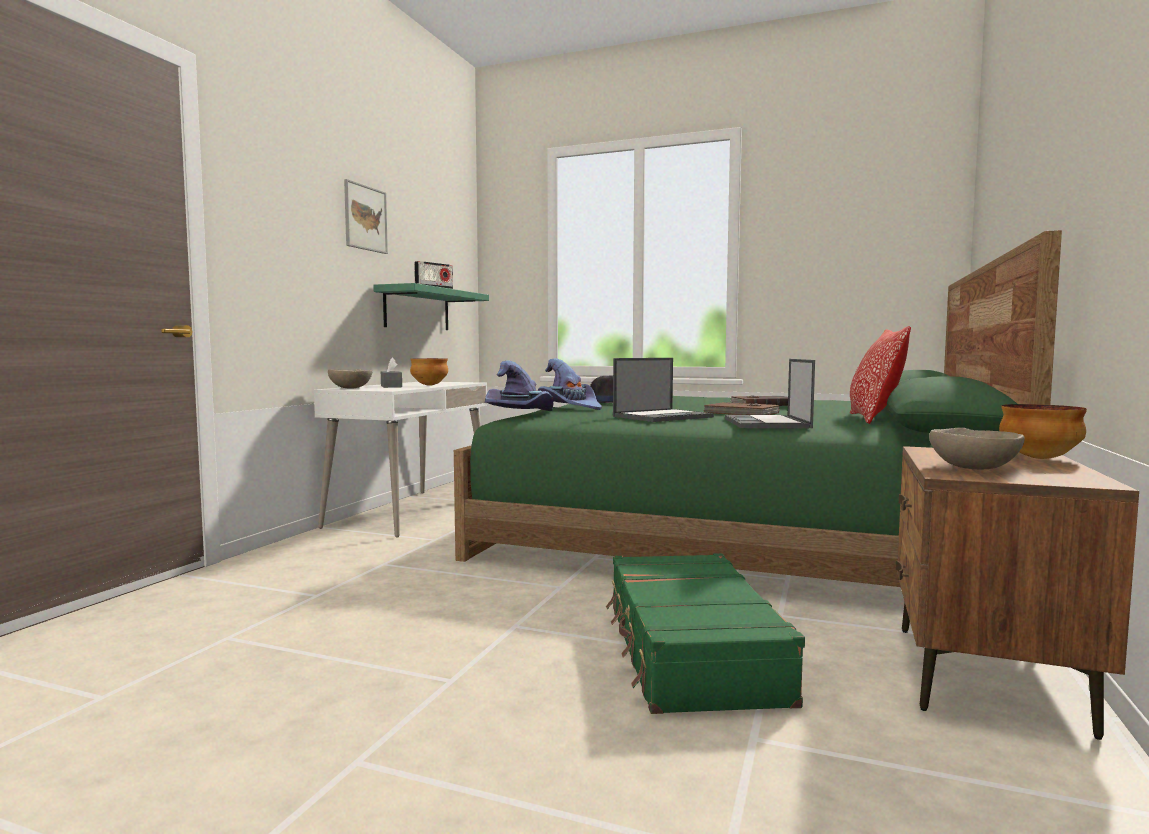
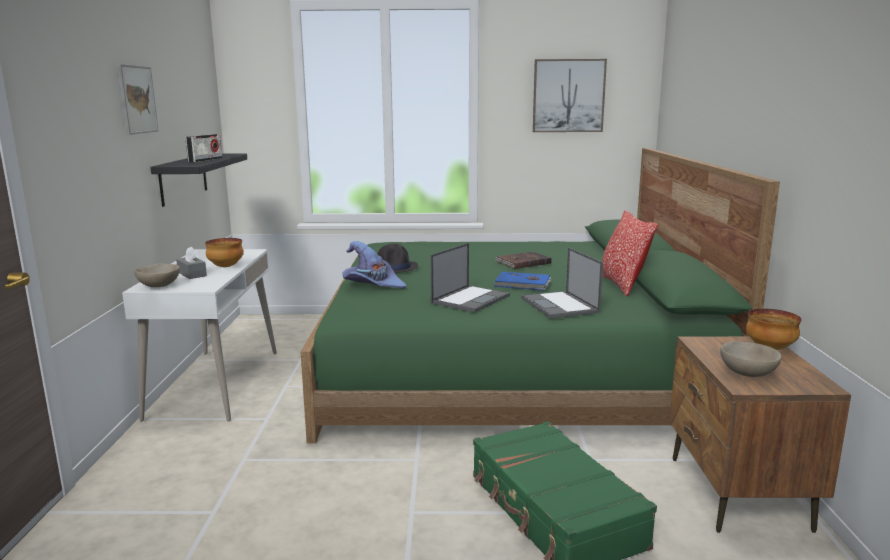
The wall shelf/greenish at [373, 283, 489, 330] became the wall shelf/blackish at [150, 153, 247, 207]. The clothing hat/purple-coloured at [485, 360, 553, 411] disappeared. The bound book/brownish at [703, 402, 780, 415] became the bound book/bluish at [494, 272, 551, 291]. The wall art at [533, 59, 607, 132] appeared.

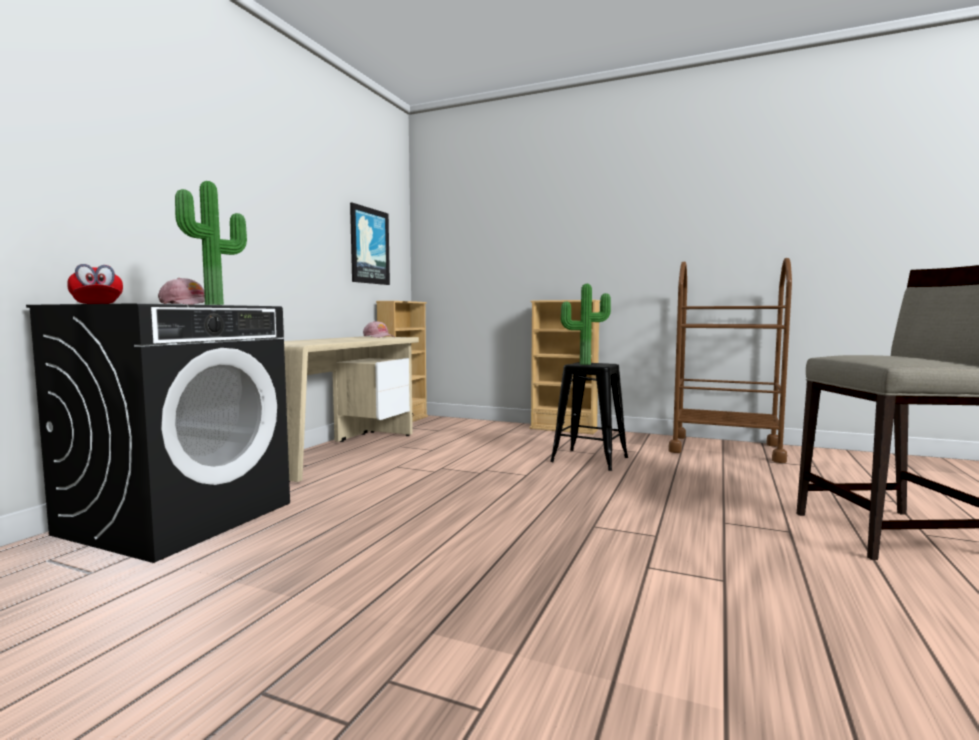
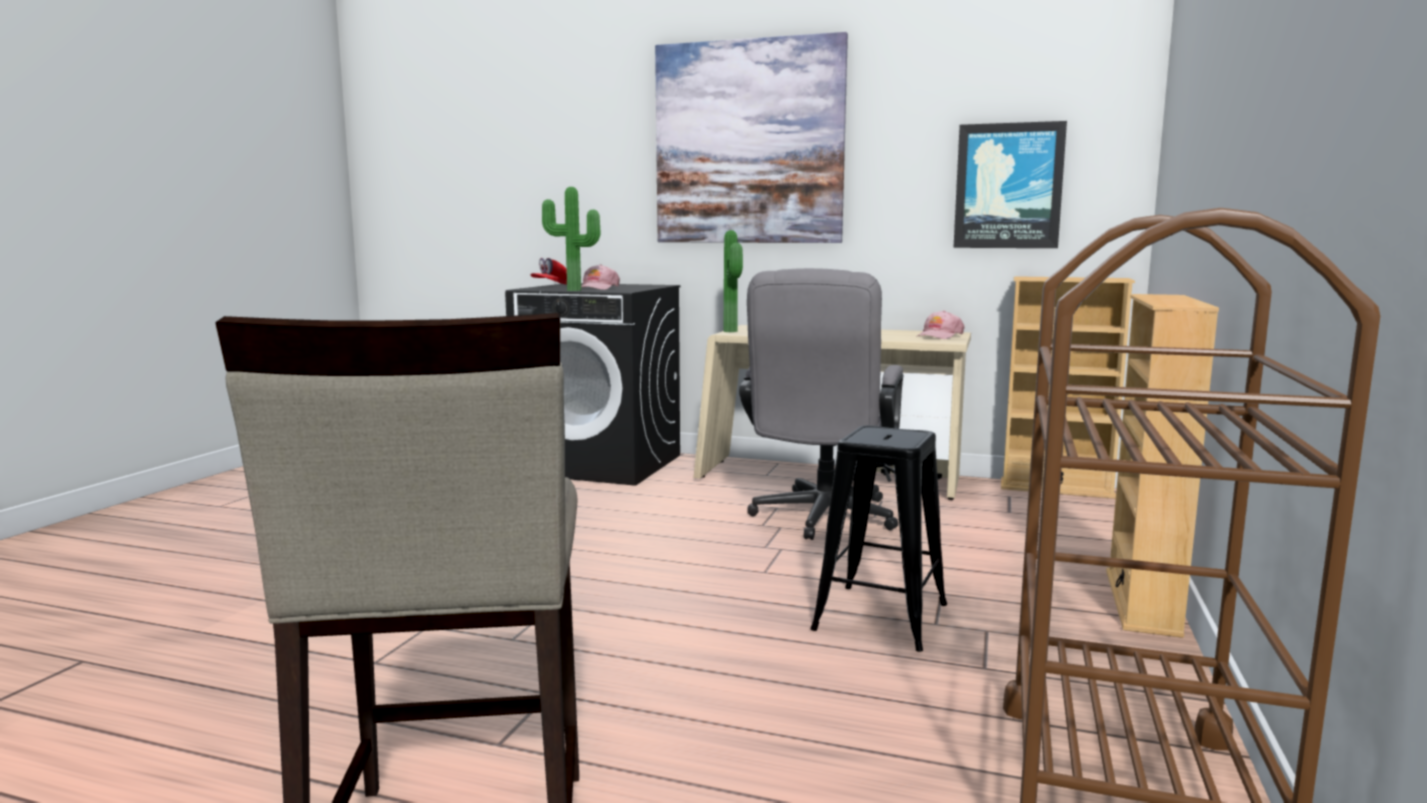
The houseplant moved from [561, 284, 611, 365] to [723, 230, 743, 332]. The wall art at [655, 32, 848, 243] appeared. The office chair/greyish at [739, 268, 903, 540] appeared.

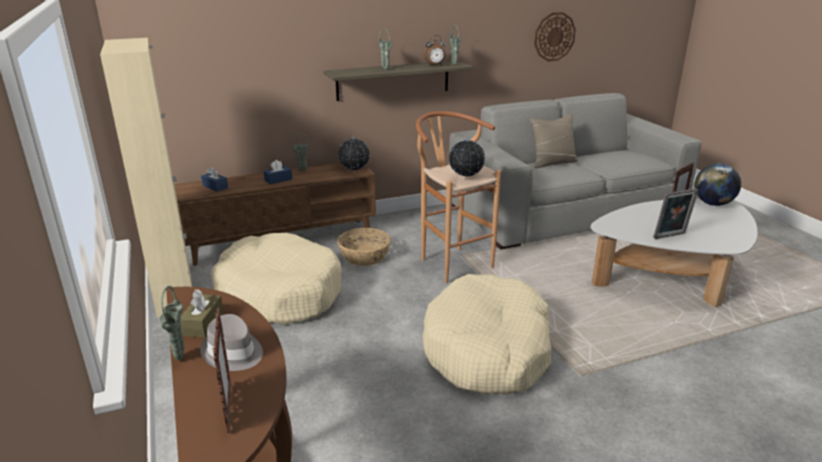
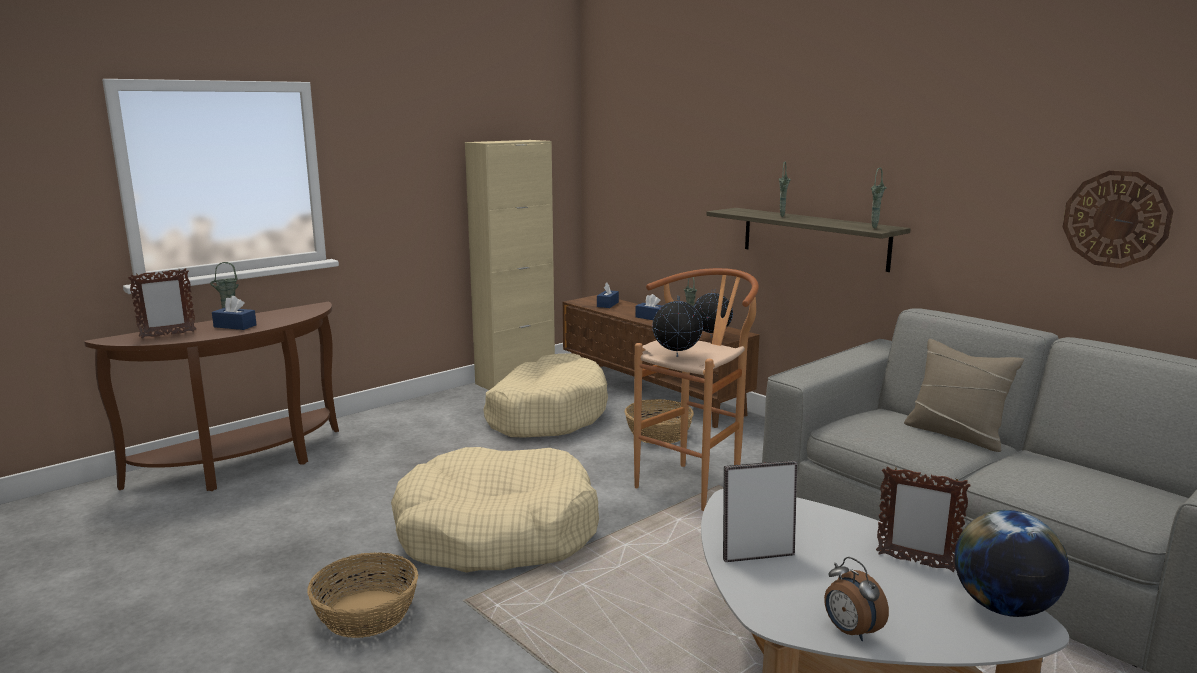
The table clock moved from [423, 35, 446, 65] to [824, 557, 889, 641]. The photo frame at [653, 188, 699, 239] turned 120 degrees clockwise. The box of tissues/brownish at [180, 290, 224, 338] disappeared. The clothing hat/greyish at [200, 314, 263, 371] was replaced by the box of tissues/bluish at [212, 296, 257, 330]. The basket at [307, 552, 418, 638] appeared.

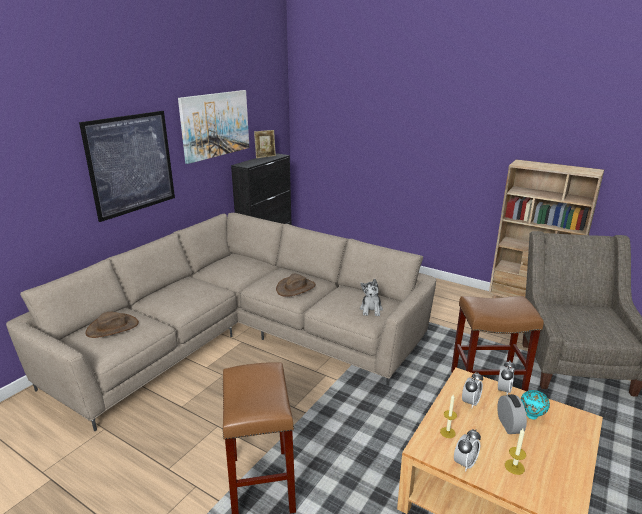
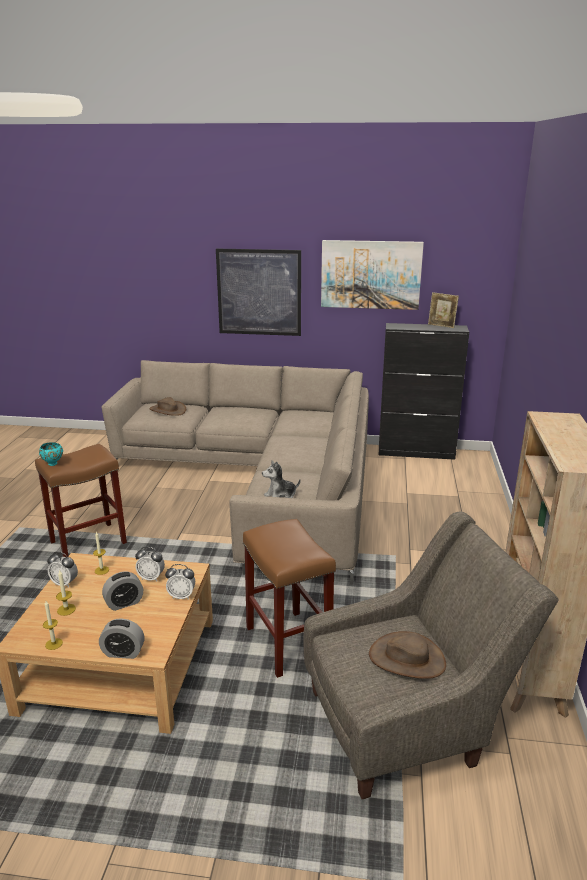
The clothing hat/brownish moved from [276, 274, 316, 297] to [369, 631, 446, 679]. The bowl/blue-green moved from [521, 390, 550, 420] to [39, 442, 63, 466]. The wax candle at [43, 601, 63, 650] appeared. The table clock at [99, 618, 145, 659] appeared.

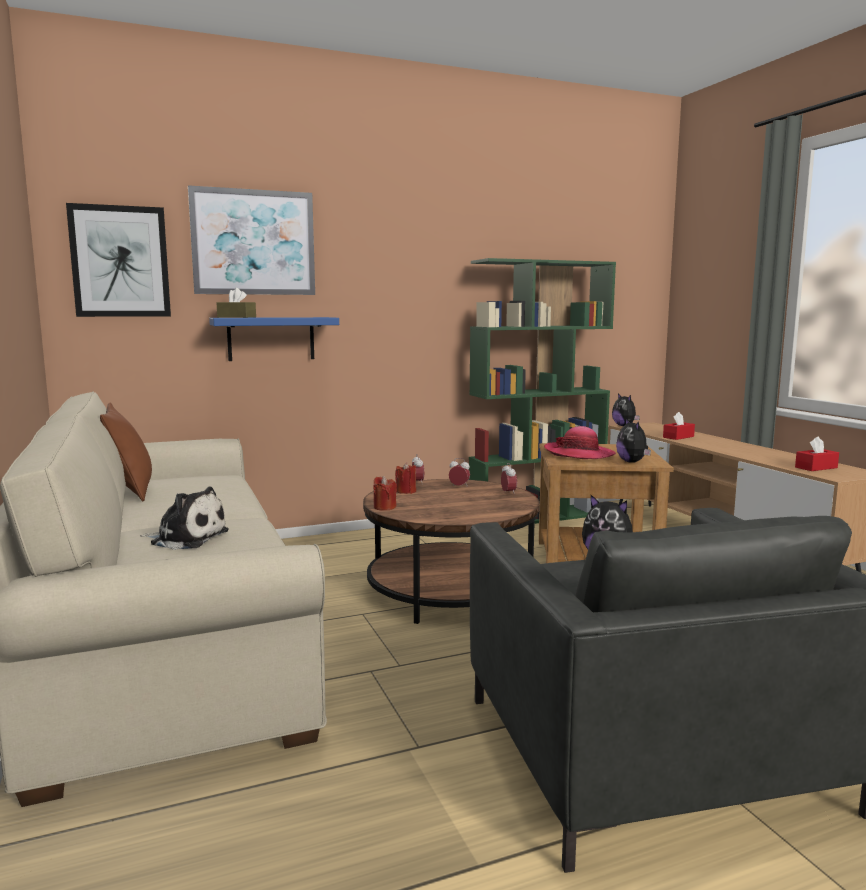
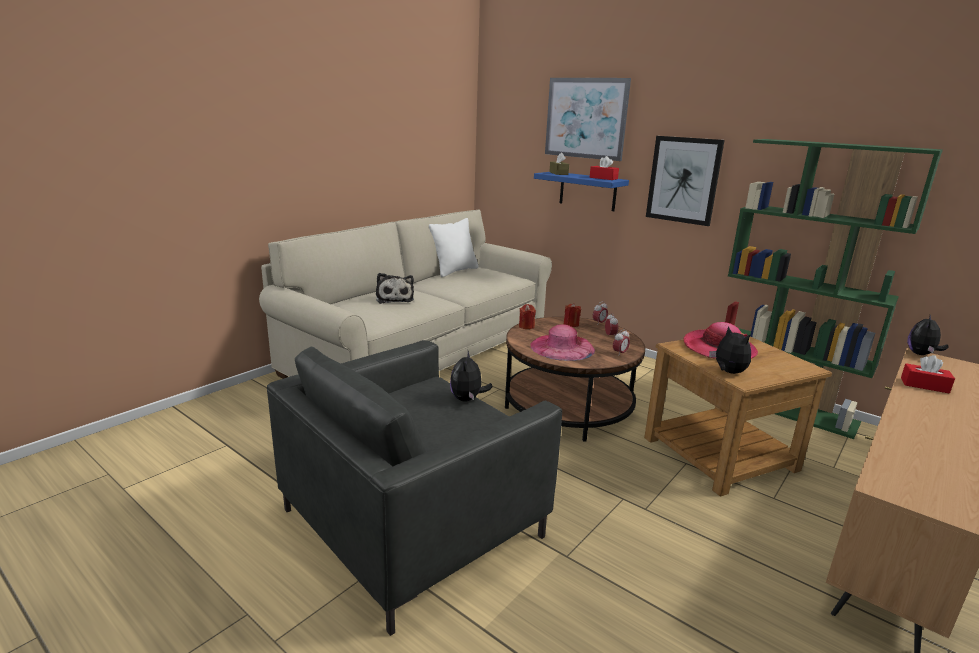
The wall art moved from [66, 203, 171, 317] to [646, 136, 725, 226]. The cushion/brownish at [100, 402, 152, 501] became the cushion/white at [429, 218, 479, 277]. The cuddly toy at [616, 419, 651, 463] turned 105 degrees clockwise. The box of tissues/red moved from [795, 436, 839, 471] to [590, 156, 619, 180]. The clothing hat/pink-coloured at [531, 324, 595, 361] appeared.

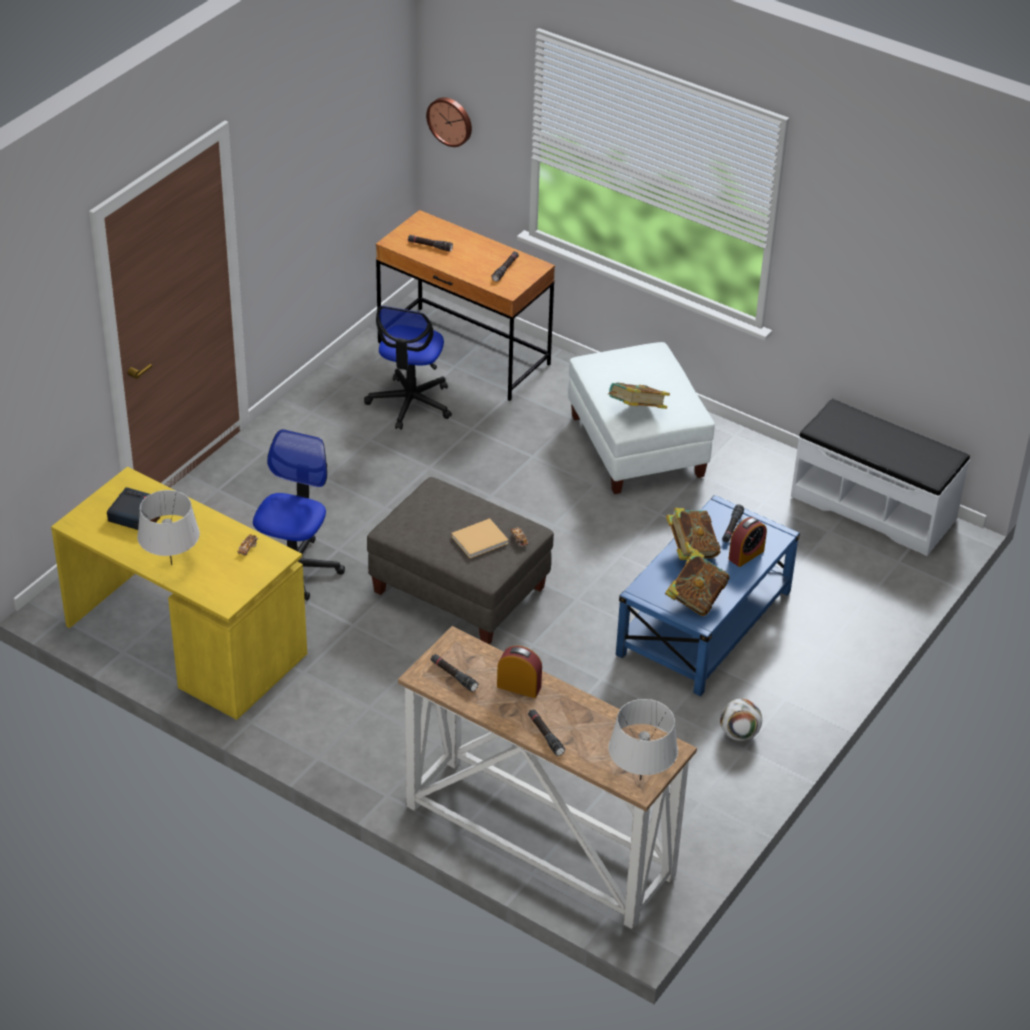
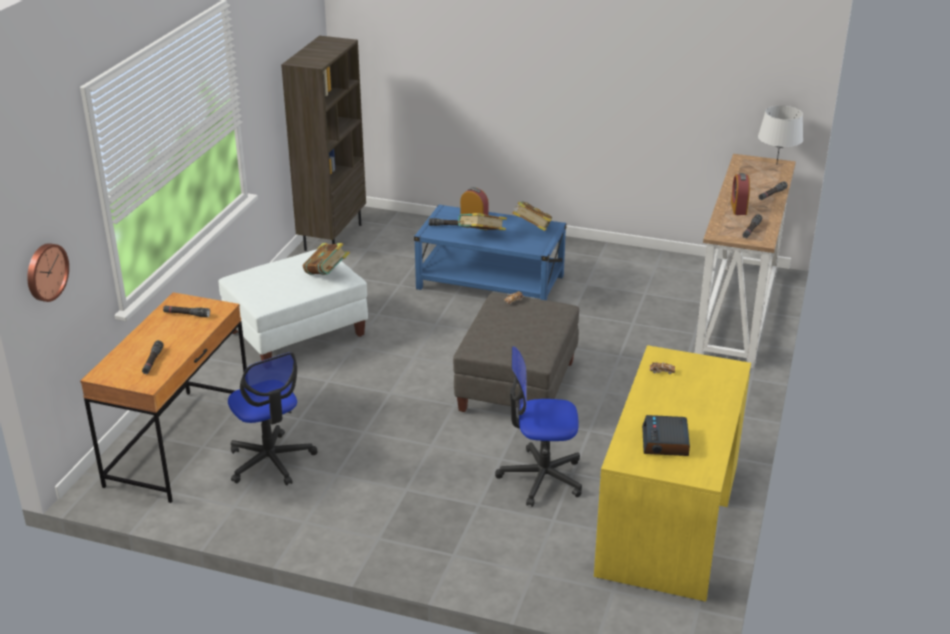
The office chair at [364, 306, 452, 430] turned 60 degrees clockwise. The indoor bench/white at [791, 398, 970, 556] was replaced by the bookshelf/brownish at [281, 36, 366, 251]. The table lamp/greyish at [137, 490, 200, 565] disappeared. The bound book/sand-coloured at [451, 519, 509, 558] disappeared. The ball for football at [720, 699, 762, 741] disappeared.

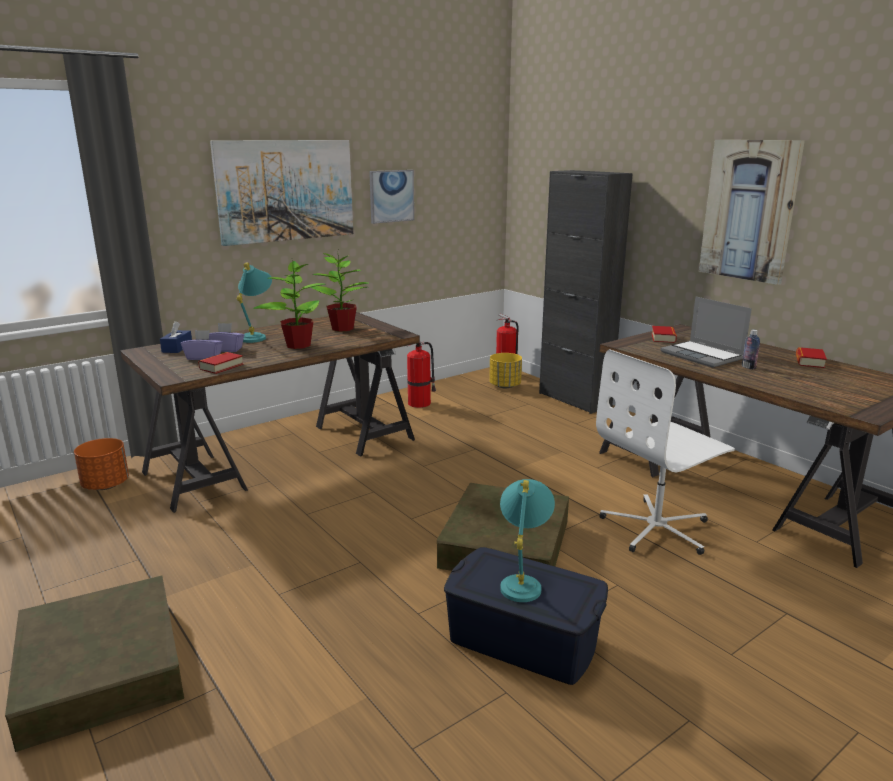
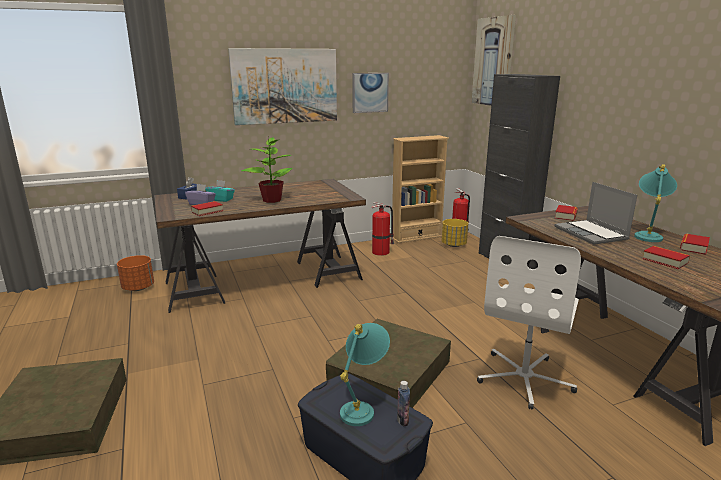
The wall art moved from [699, 140, 805, 285] to [472, 15, 516, 106]. The houseplant at [310, 248, 369, 332] disappeared. The table lamp/blue-green moved from [236, 263, 272, 343] to [634, 164, 677, 242]. The box of tissues/purple-coloured at [209, 323, 244, 352] became the box of tissues/blue-green at [205, 180, 235, 202]. The drink bottle moved from [742, 330, 760, 369] to [397, 381, 410, 427]. The office chair/white at [596, 350, 735, 555] turned 45 degrees counterclockwise. The bookshelf/sand-coloured at [392, 135, 449, 243] appeared. The bound book at [642, 246, 690, 269] appeared.

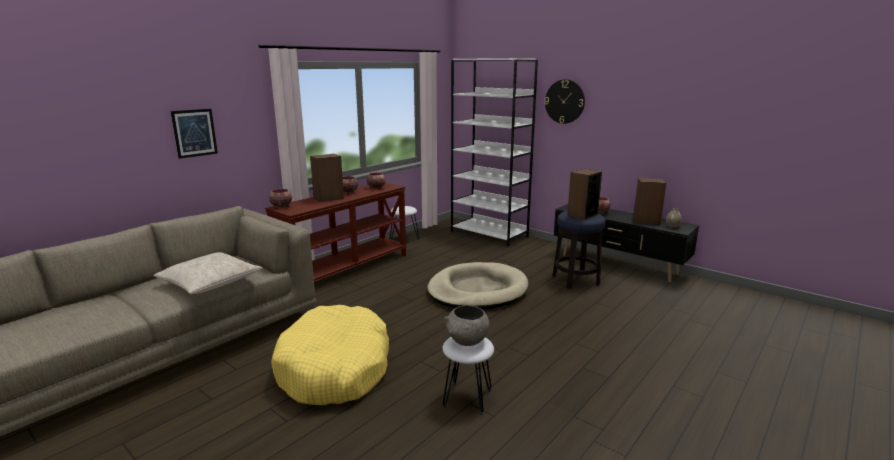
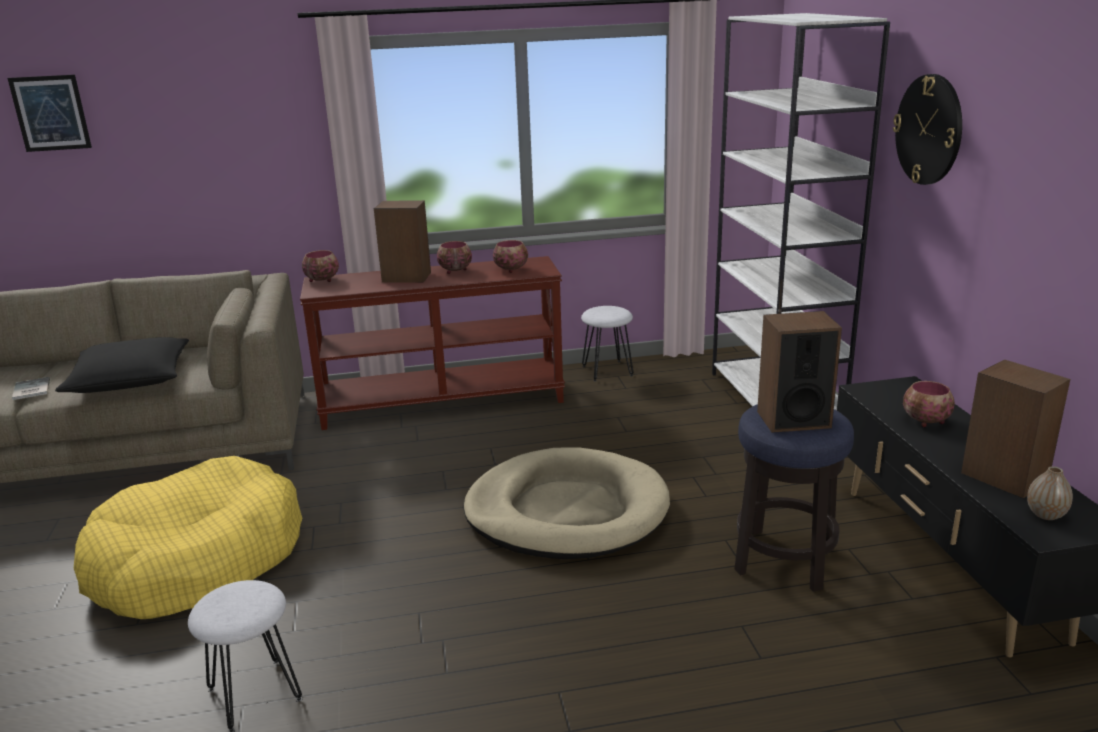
The wall art moved from [171, 109, 218, 159] to [7, 75, 92, 152]. The cushion/sand-coloured at [153, 252, 262, 294] became the cushion/blackish at [55, 337, 189, 393]. The bowl/greyish at [445, 305, 489, 346] disappeared. The bound book at [12, 377, 50, 400] appeared.

